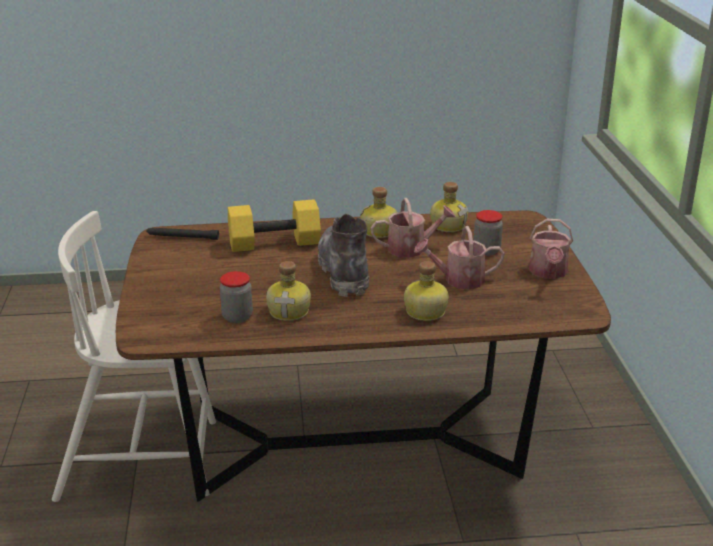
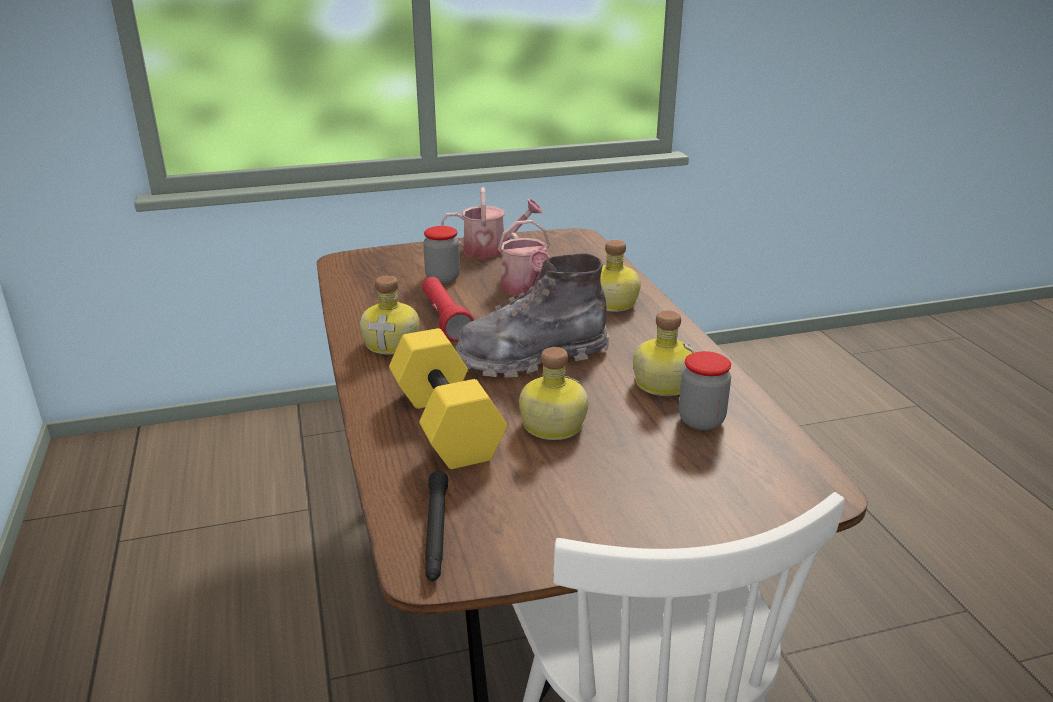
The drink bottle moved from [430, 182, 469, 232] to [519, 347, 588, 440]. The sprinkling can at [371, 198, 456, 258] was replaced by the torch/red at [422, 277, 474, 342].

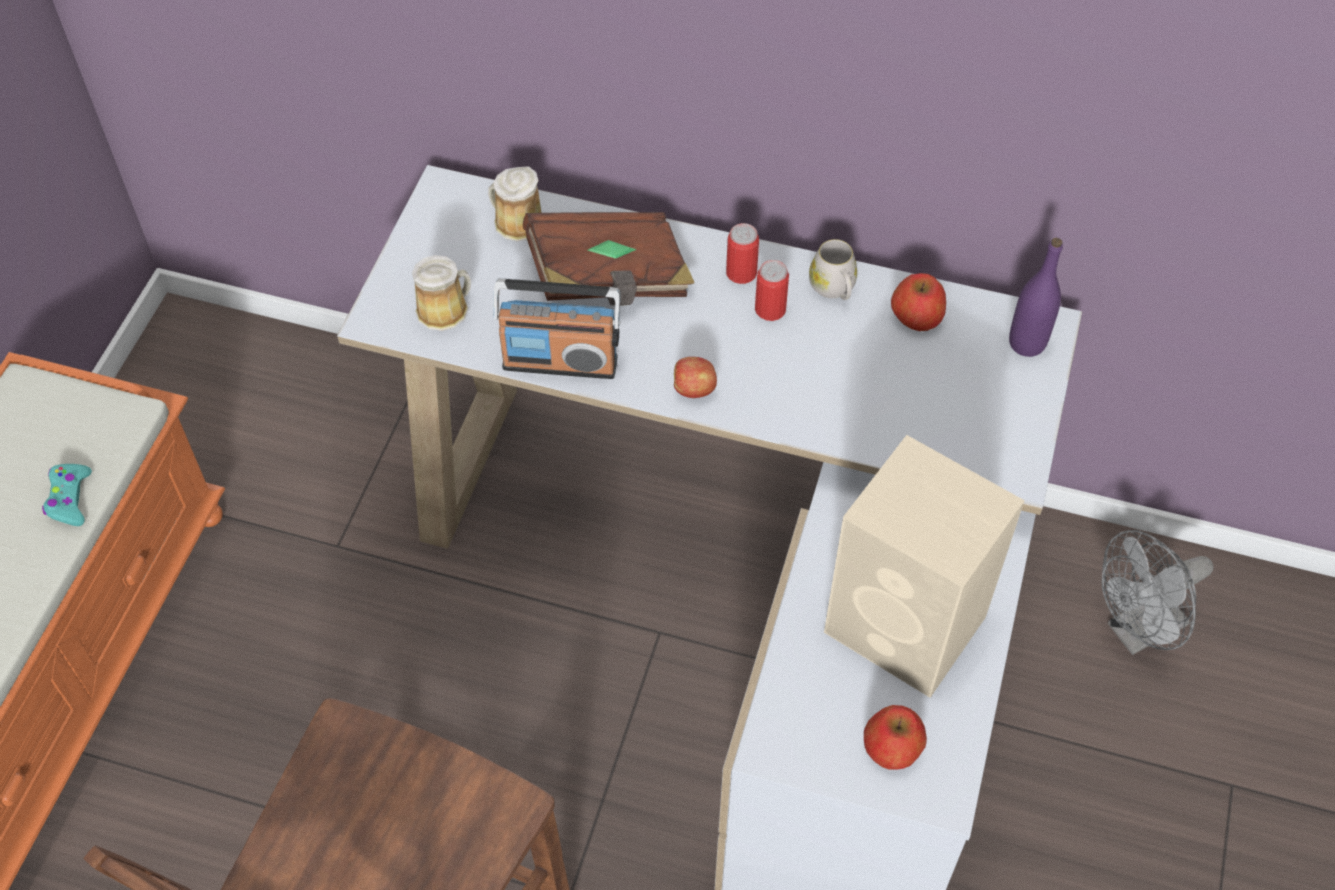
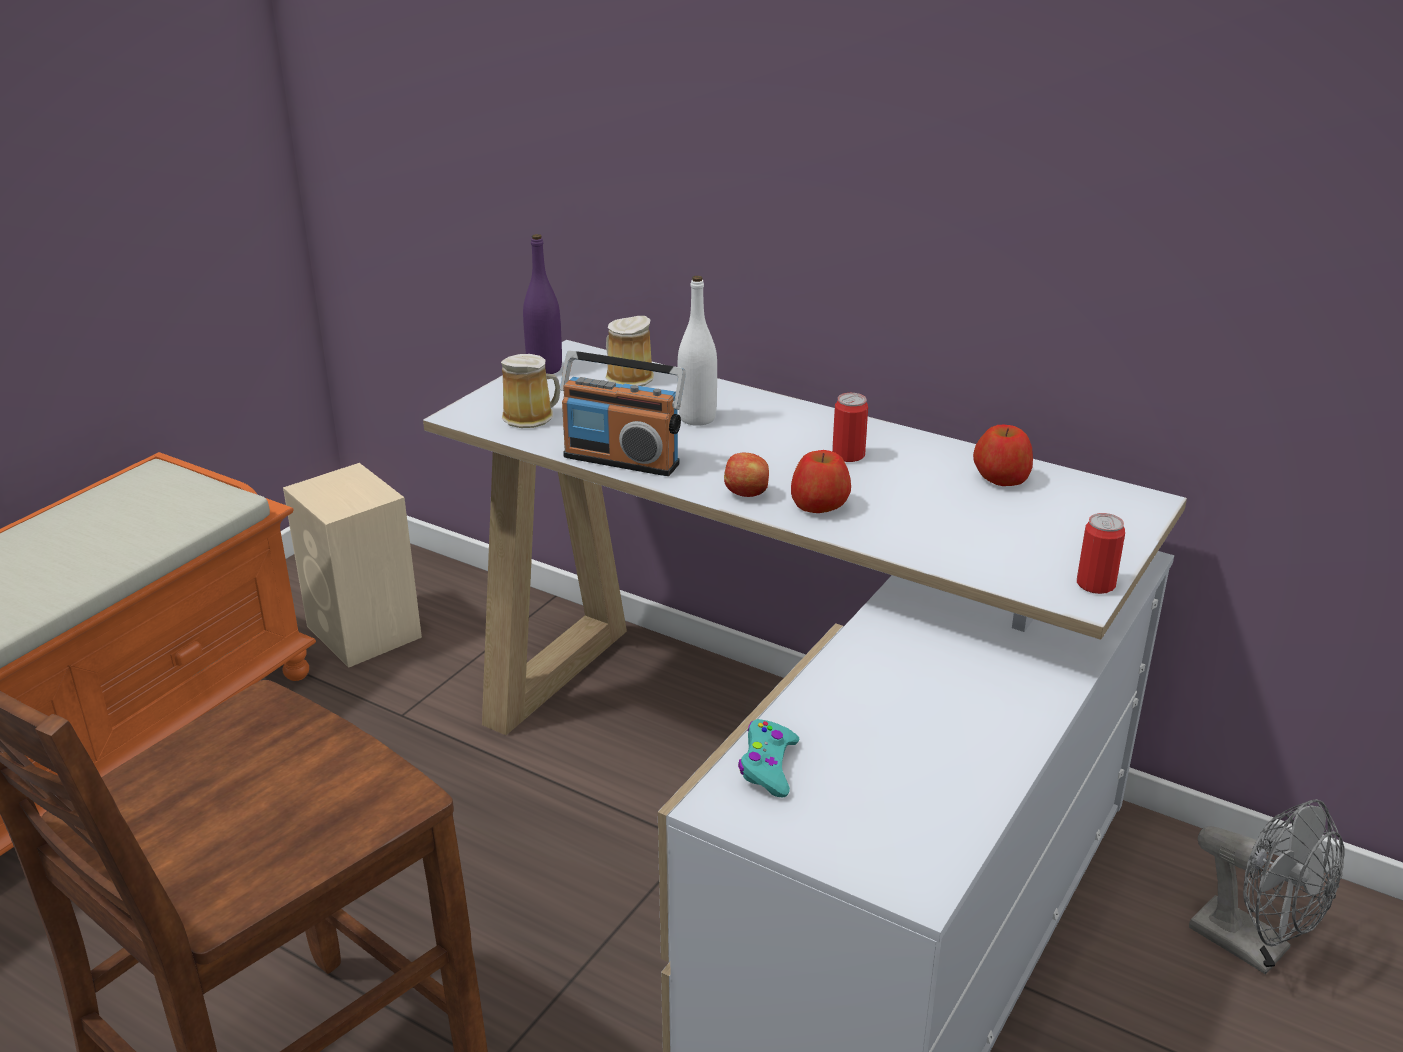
The bound book/brownish at [523, 212, 695, 306] was replaced by the drink bottle/white at [677, 276, 717, 426]. The sealed can moved from [726, 223, 759, 284] to [1077, 513, 1125, 594]. The drink bottle/purple-coloured moved from [1009, 238, 1063, 357] to [523, 234, 562, 374]. The coffee mug/white at [809, 239, 857, 300] disappeared. The speaker/sand-coloured moved from [824, 435, 1025, 698] to [283, 463, 422, 668]. The joypad/blue-green moved from [42, 464, 92, 526] to [738, 719, 799, 797]. The fan/greyish at [1102, 530, 1214, 655] turned 120 degrees counterclockwise. The apple moved from [864, 705, 927, 769] to [791, 450, 851, 513].

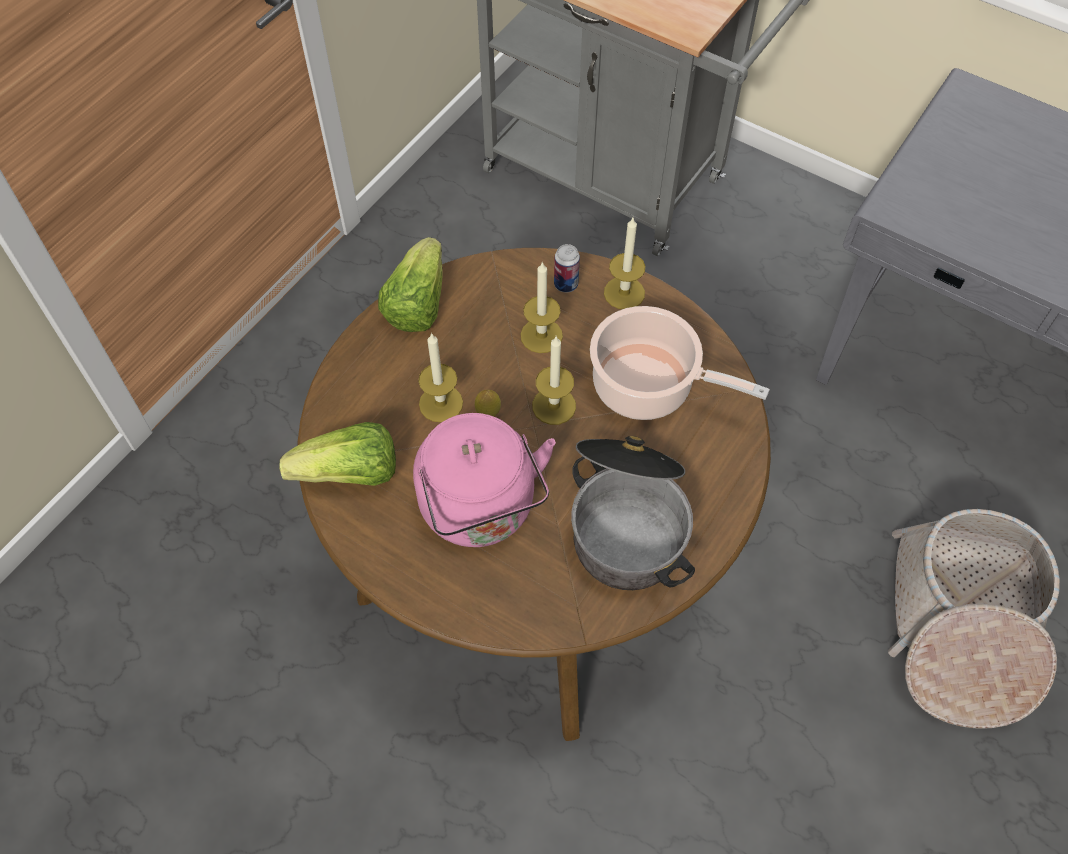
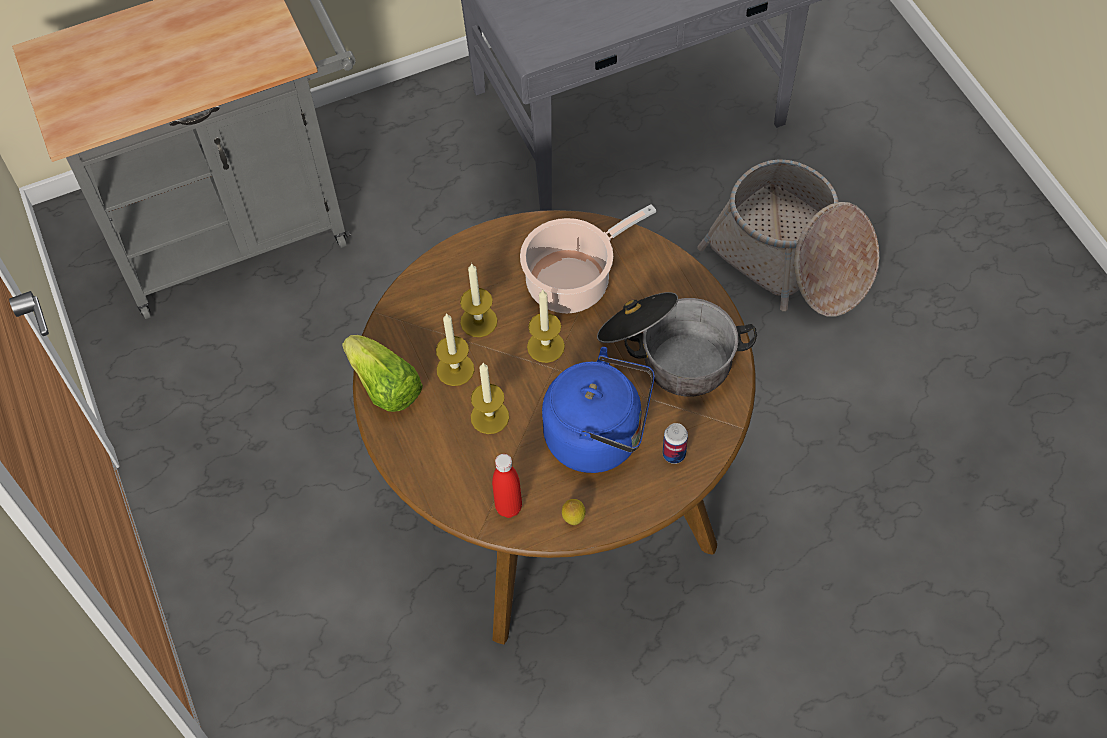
The wax candle moved from [604, 218, 645, 309] to [436, 313, 474, 386]. The sealed can moved from [554, 244, 580, 293] to [663, 423, 688, 464]. The whole lemon moved from [475, 390, 501, 417] to [562, 499, 586, 525]. The tea kettle/pink-coloured at [413, 413, 556, 547] became the tea kettle/bluish at [542, 347, 655, 473]. The head of lettuce at [279, 422, 396, 486] was replaced by the drink bottle/red at [492, 454, 522, 518].

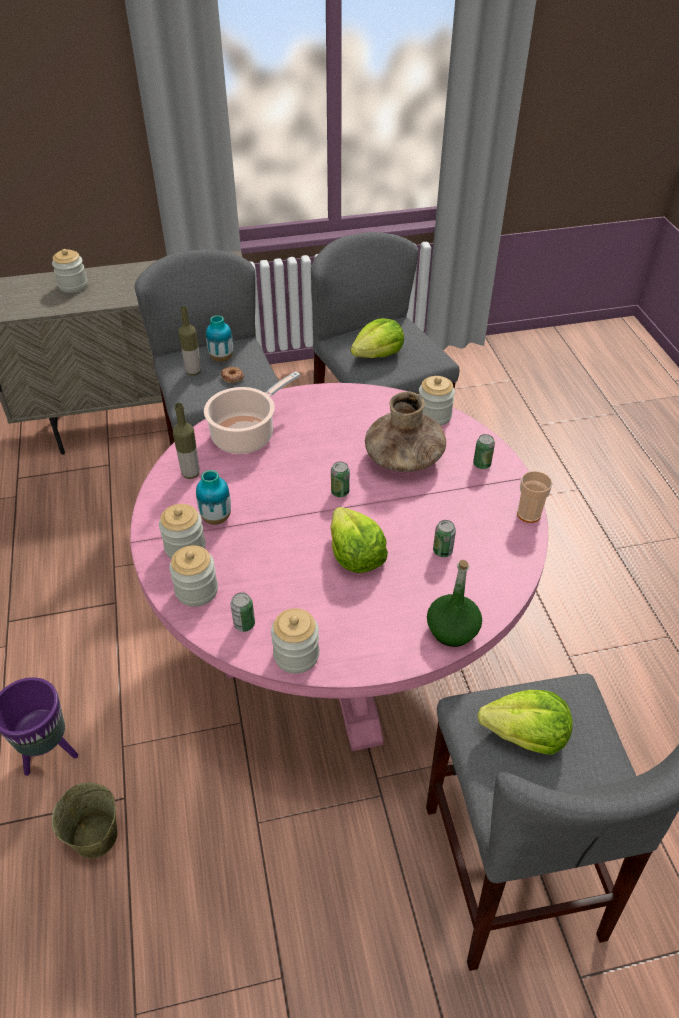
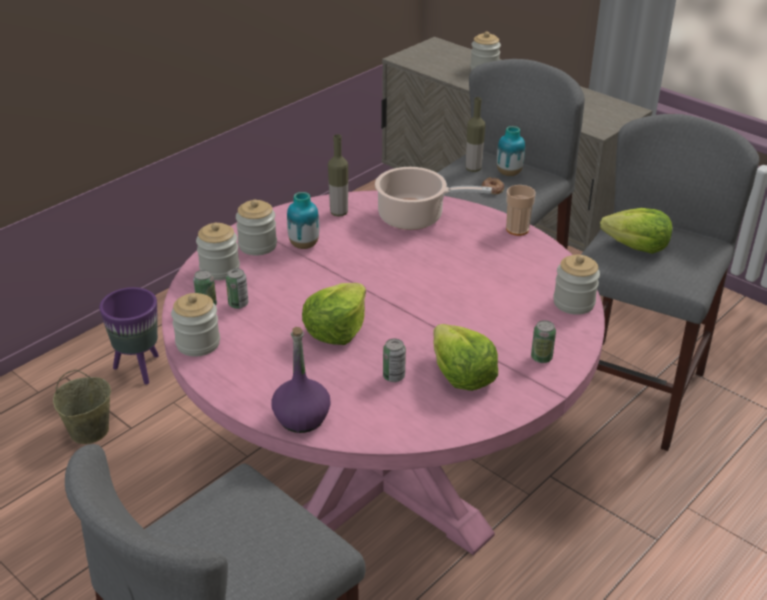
The decorative vase/brownish at [365, 392, 446, 472] disappeared. The sealed can moved from [331, 461, 350, 497] to [226, 268, 249, 309]. The cup moved from [517, 471, 552, 523] to [506, 185, 536, 236]. The drink bottle/greenish at [427, 560, 482, 647] became the drink bottle/purple-coloured at [271, 327, 331, 433]. The head of lettuce moved from [478, 690, 573, 755] to [433, 324, 498, 391].

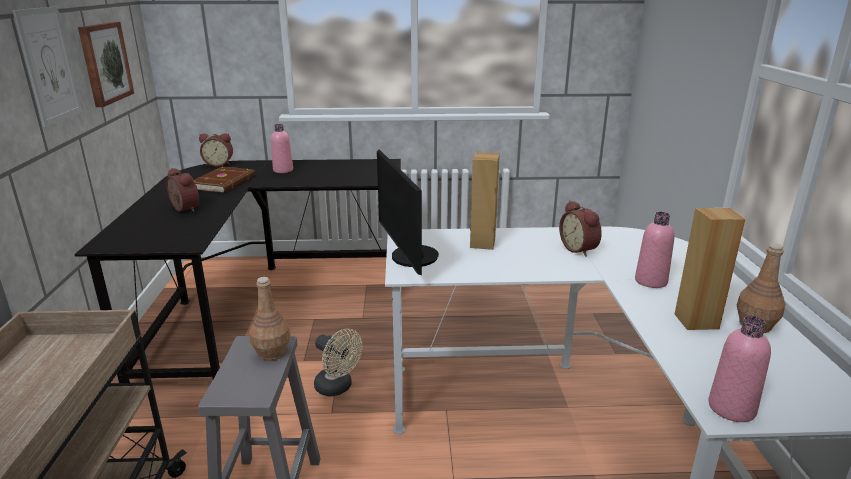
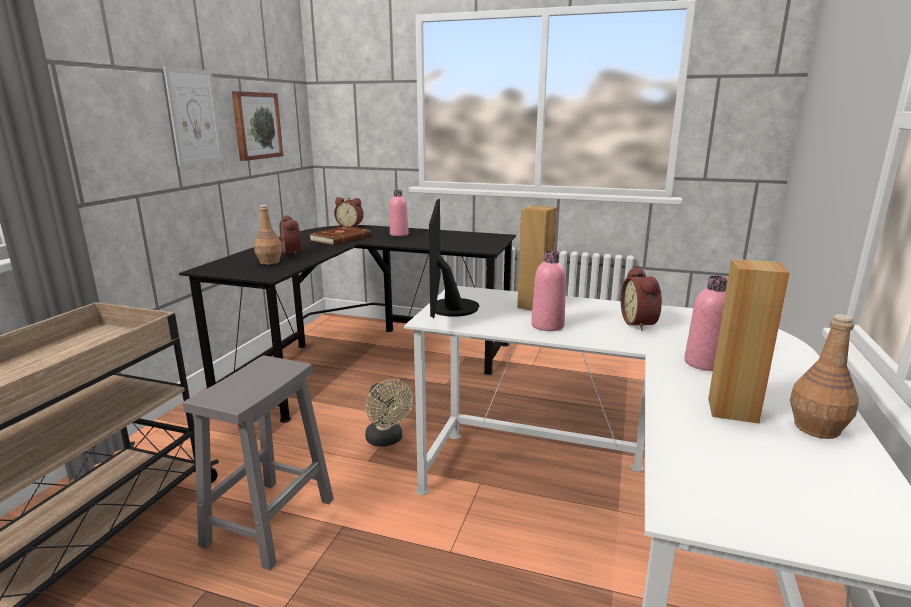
The drink bottle/brownish moved from [249, 277, 290, 360] to [254, 205, 282, 265]. The drink bottle/pink-coloured moved from [708, 316, 771, 422] to [531, 250, 566, 331].

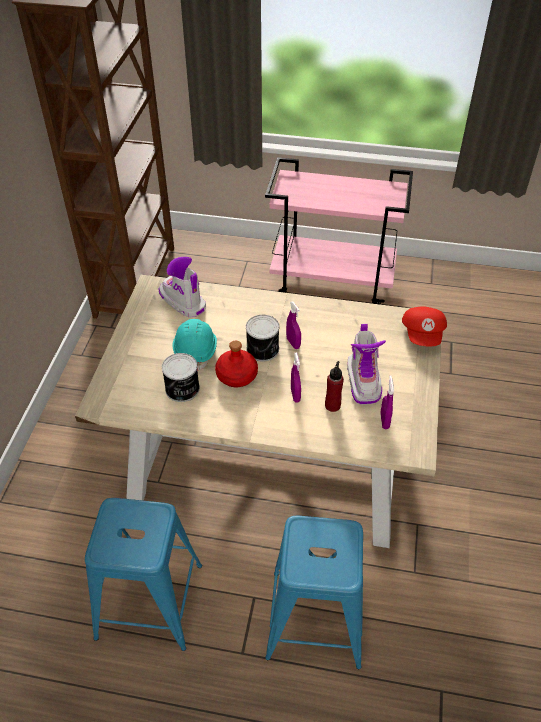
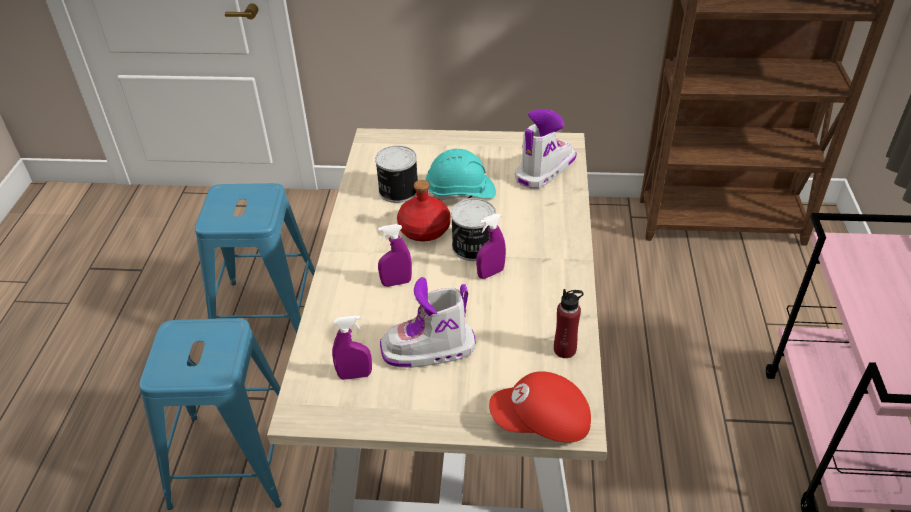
The drink bottle/red moved from [325, 361, 344, 412] to [554, 289, 584, 358].

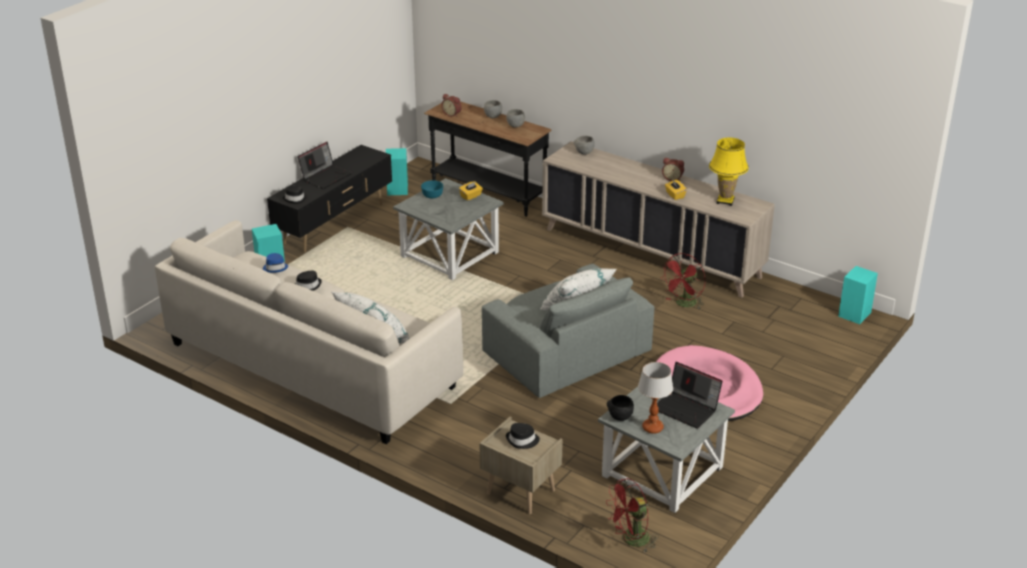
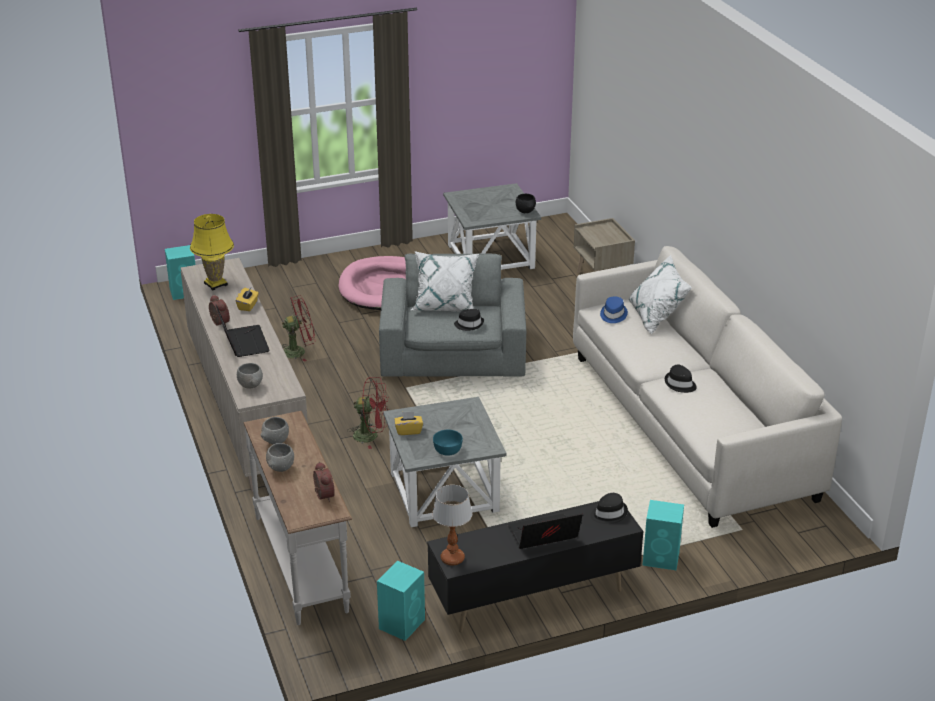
The narrow table/blackish at [424, 101, 552, 217] became the narrow table/white at [243, 411, 352, 625]. The clothing hat/bluish moved from [263, 253, 288, 273] to [600, 297, 628, 323]. The table lamp moved from [638, 362, 673, 434] to [432, 485, 473, 566]. The notebook computer moved from [657, 362, 722, 429] to [216, 305, 270, 357]. The clothing hat/blackish moved from [506, 423, 540, 449] to [454, 309, 484, 331]. The fan/red moved from [606, 478, 659, 552] to [347, 377, 389, 449].

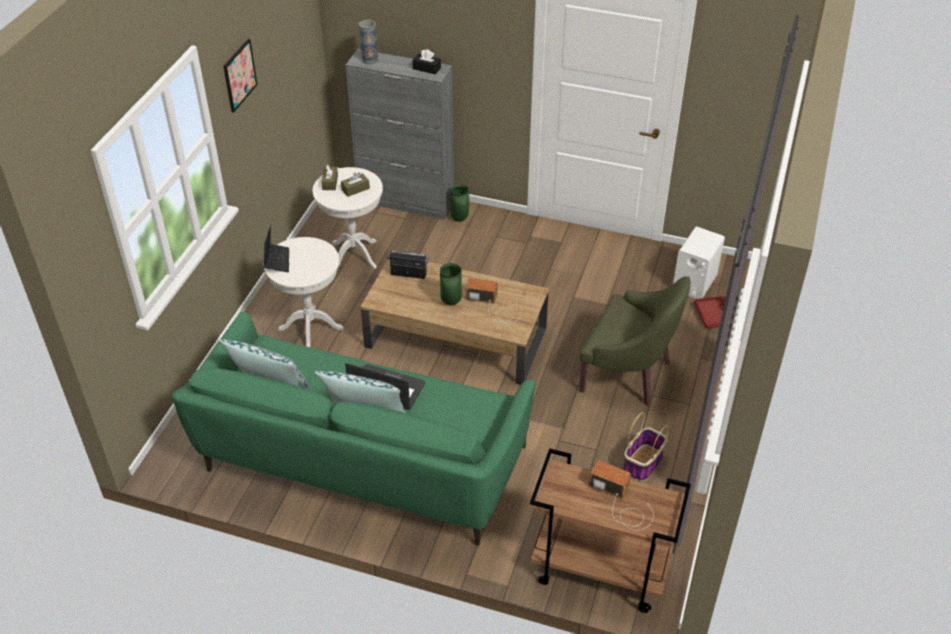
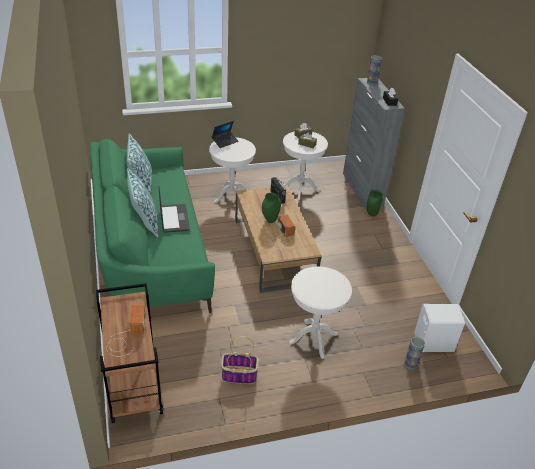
The wall art at [223, 39, 257, 113] disappeared. The lounge chair/greenish at [579, 276, 691, 406] was replaced by the accent table/white at [289, 266, 352, 359]. The carrying tray/red at [694, 296, 726, 328] was replaced by the decorative vase at [404, 337, 425, 370].

